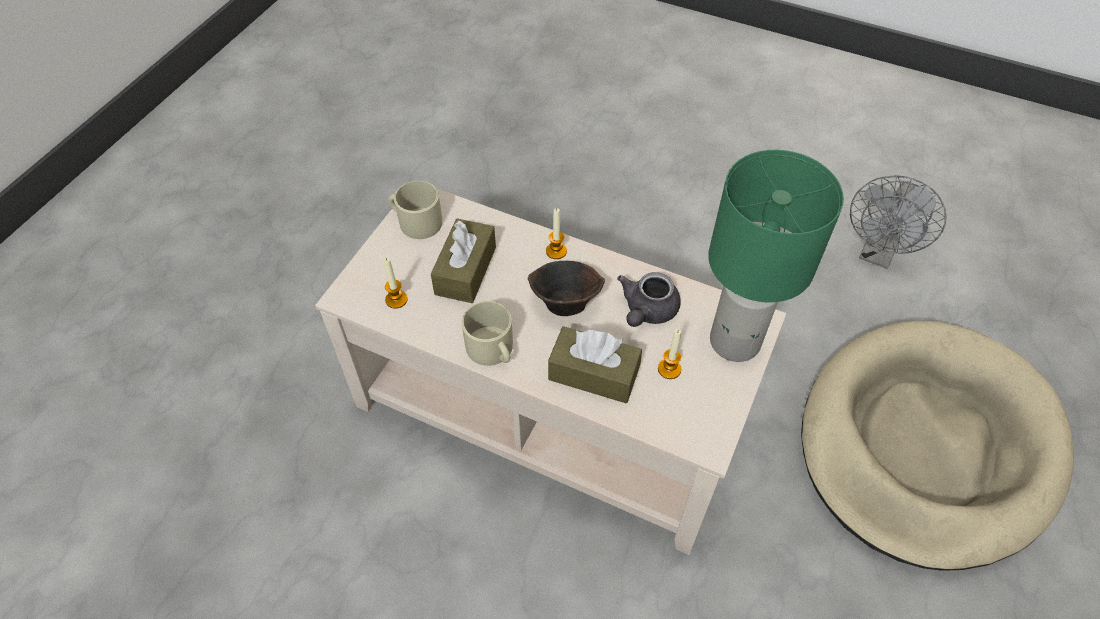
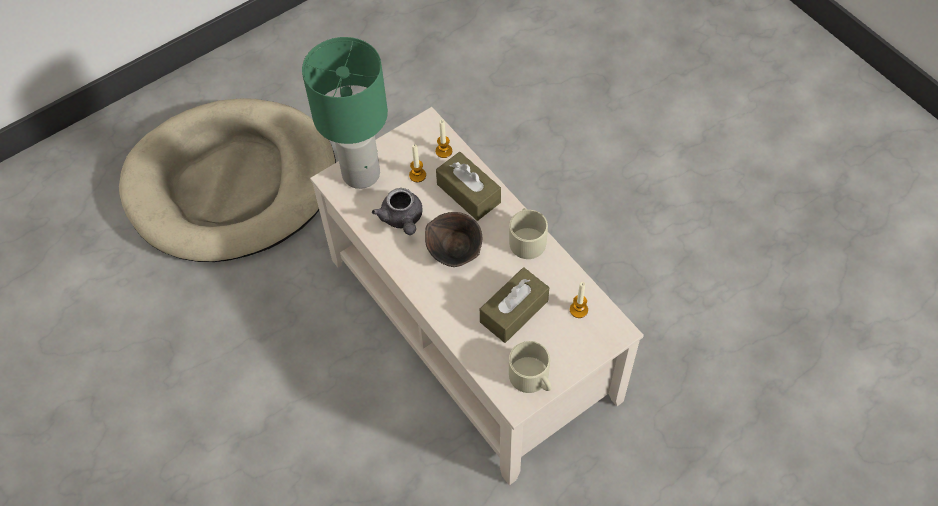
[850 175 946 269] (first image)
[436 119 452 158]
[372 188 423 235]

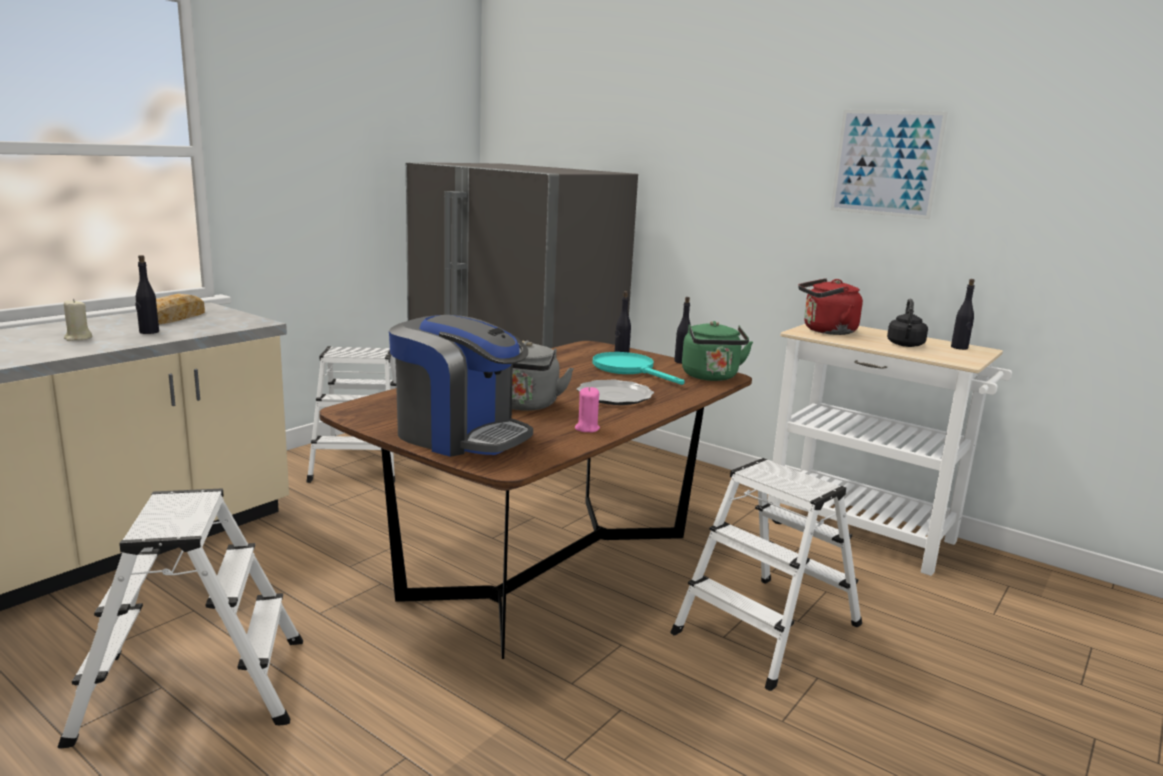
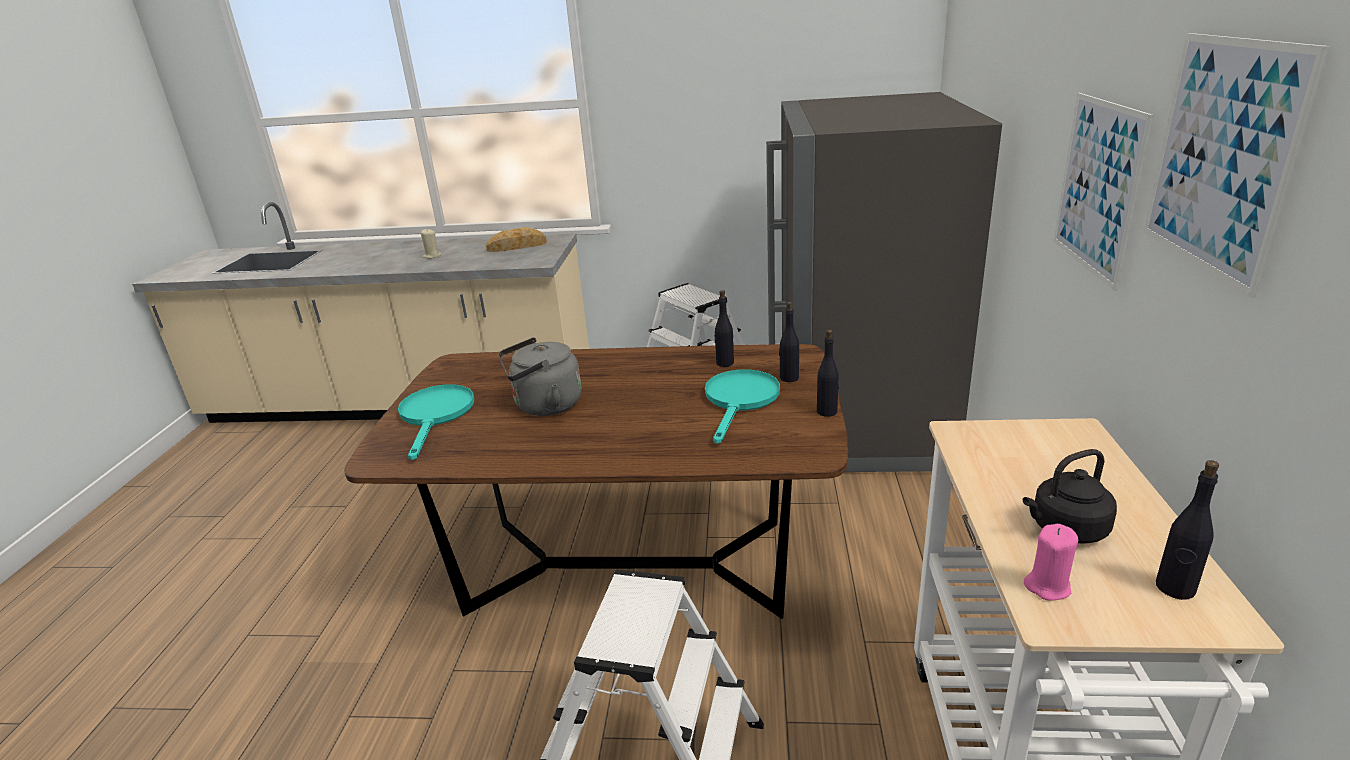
[714 290 734 367]
[798 278 863 335] (first image)
[398 384 474 460]
[682 321 753 381] (first image)
[577 379 654 405] (first image)
[1024 524 1078 601]
[58 488 303 748] (first image)
[1053 93 1153 291]

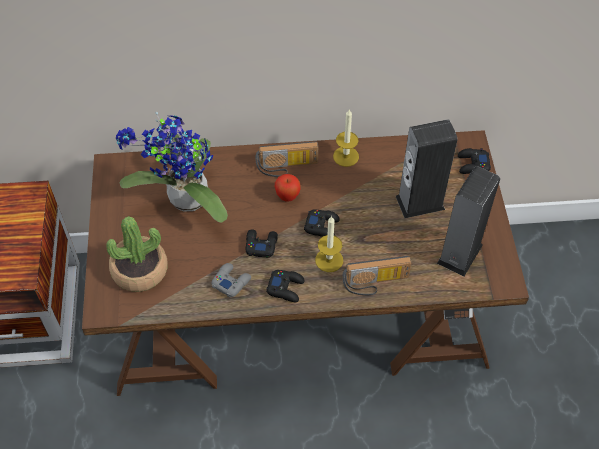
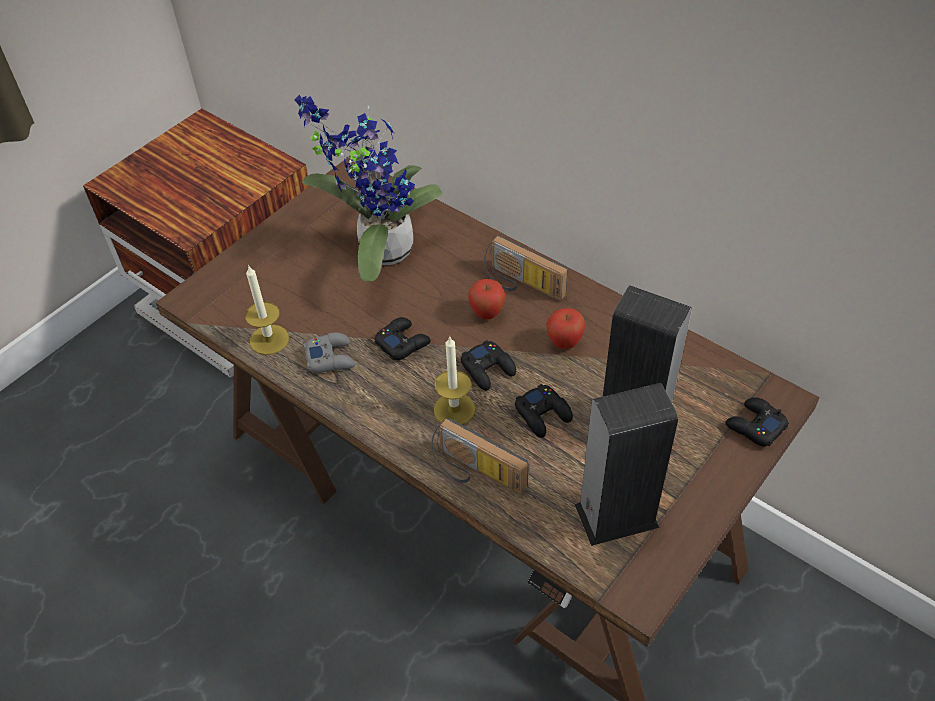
[245 265 289 355]
[106 216 168 292] (first image)
[515 384 573 438]
[546 308 585 349]

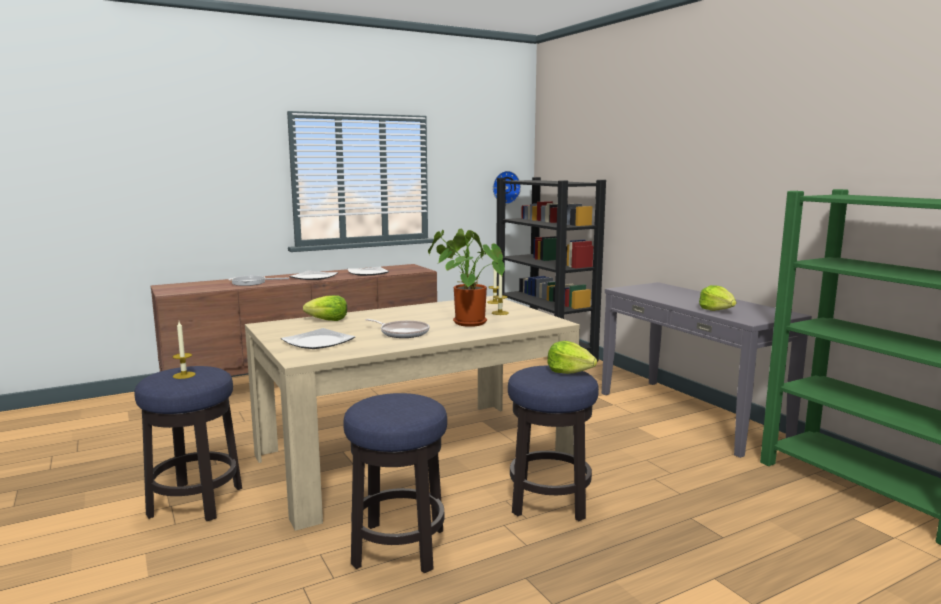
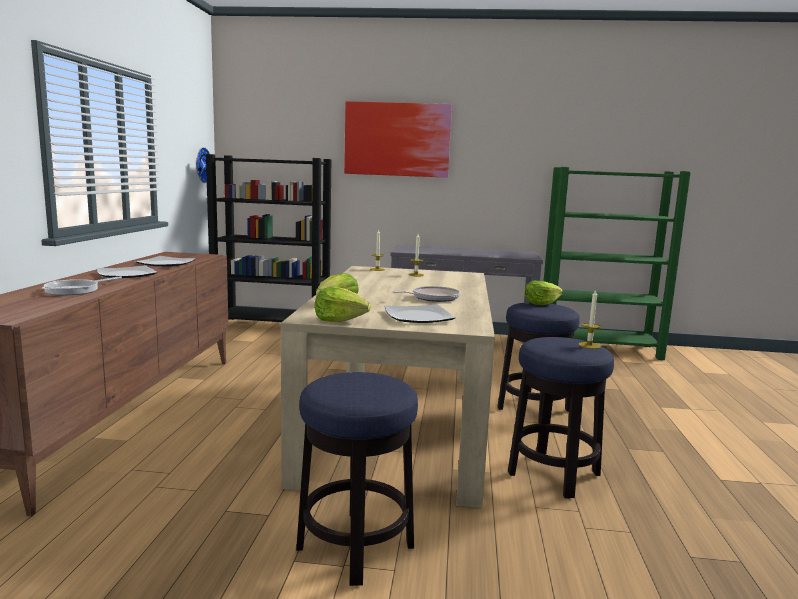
[428 229 505 327] (first image)
[315 287 371 322]
[578 289 601 349]
[344 101 452 178]

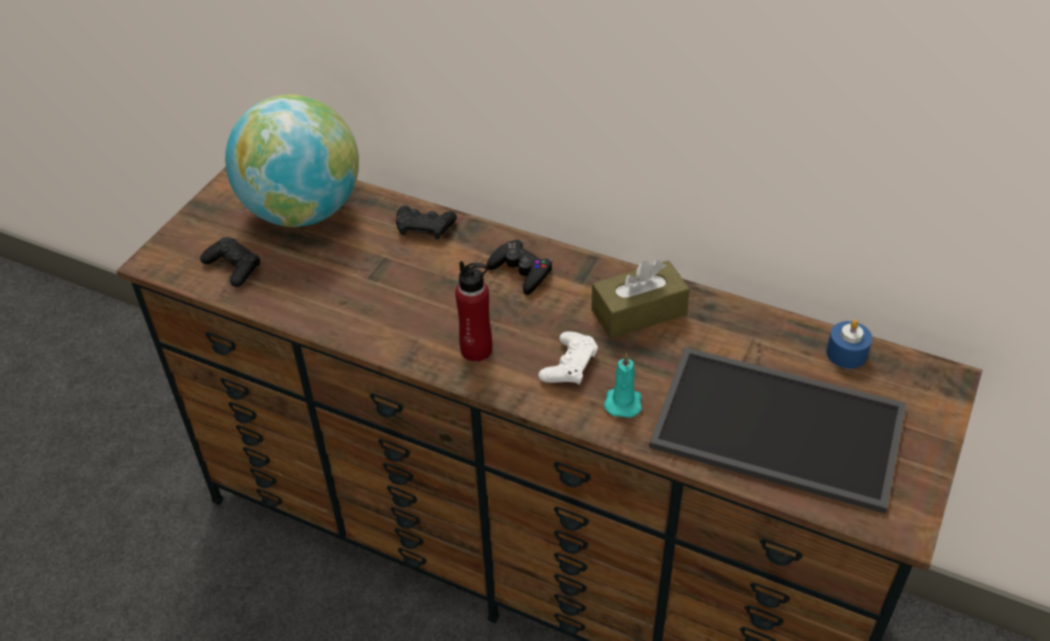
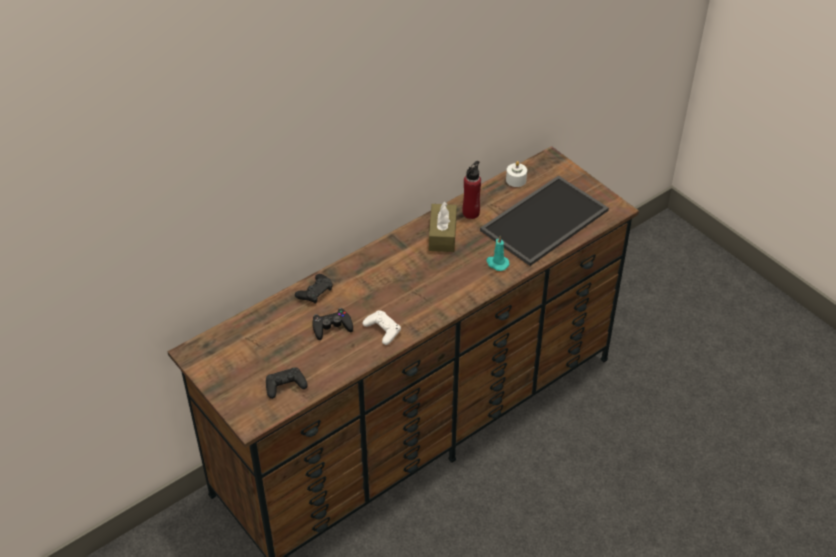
[225 95 359 227] (first image)
[312 308 353 340]
[463 161 481 219]
[506 161 527 187]
[362 310 401 345]

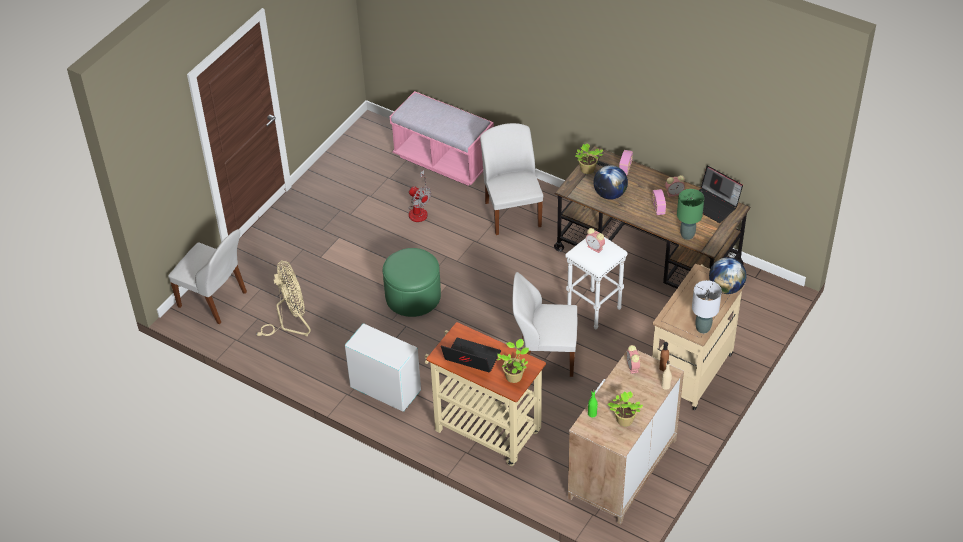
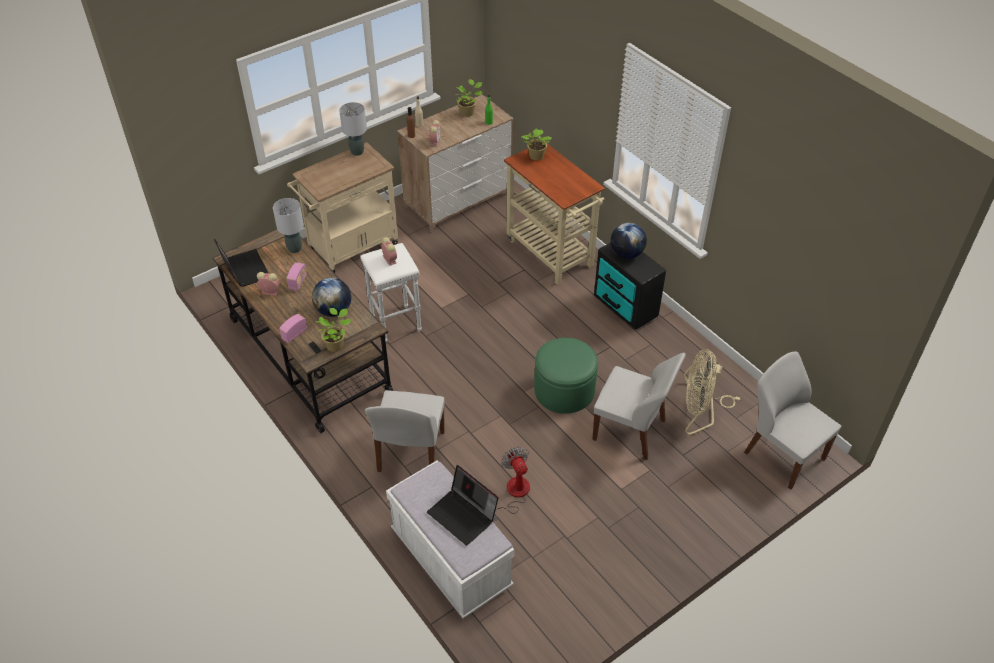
[386 460 514 619]
[273 198 304 253]
[610 223 647 259]
[592 353 685 460]
[594 243 666 330]
[427 465 499 546]

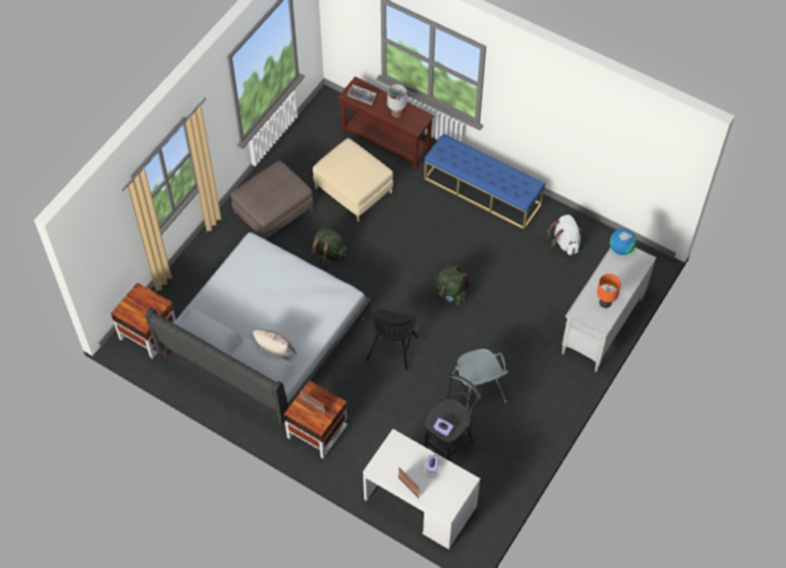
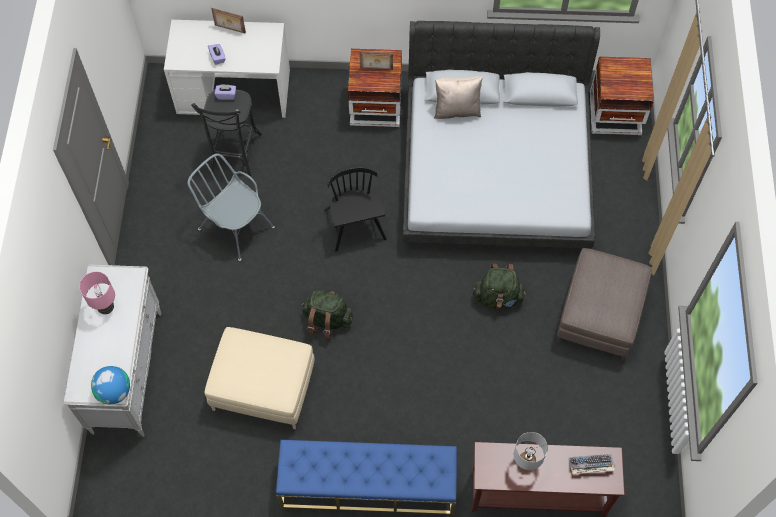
[204 327 315 429]
[547 215 582 255] (first image)
[79 272 115 314]

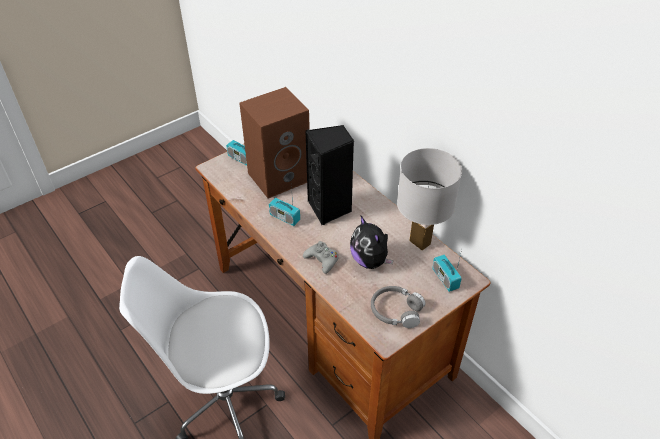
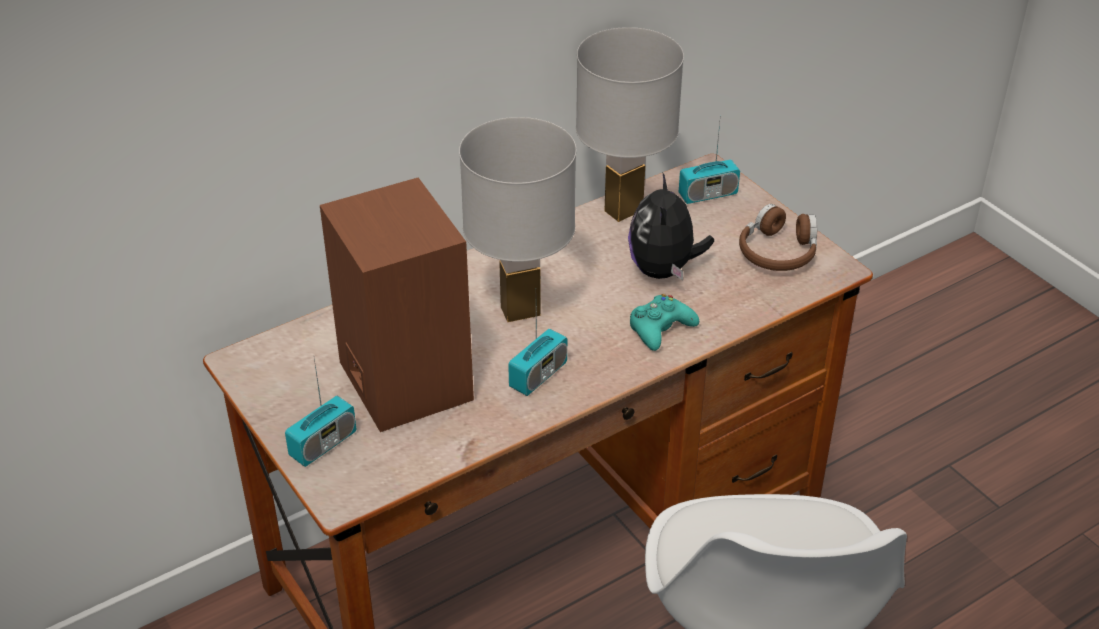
[459 117 576 322]
[628 173 714 280]
[630 294 699 351]
[739 204 817 271]

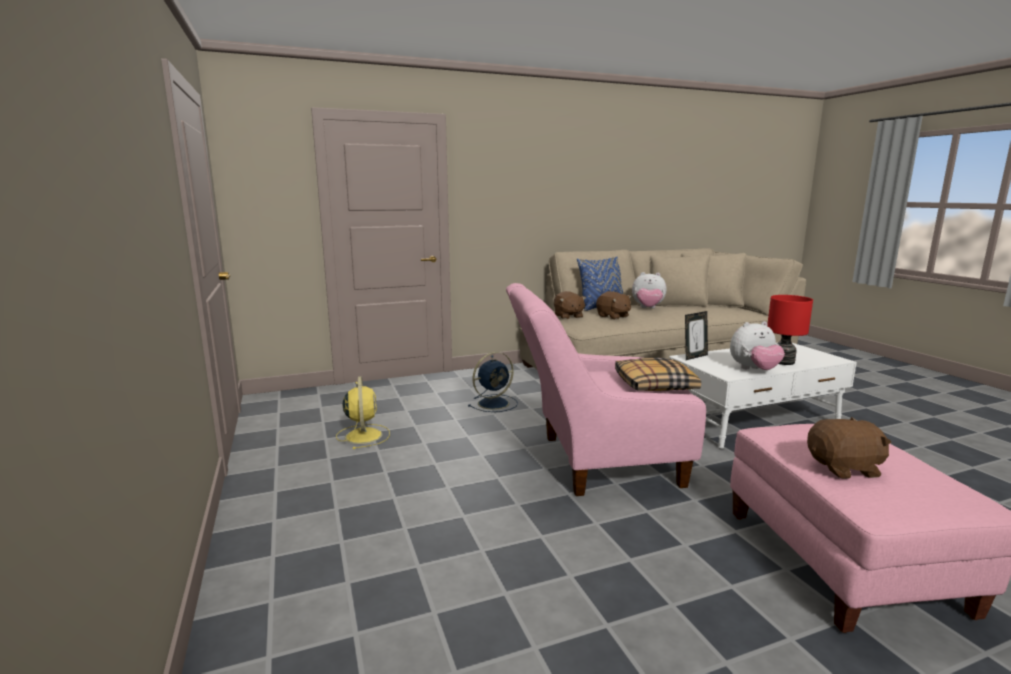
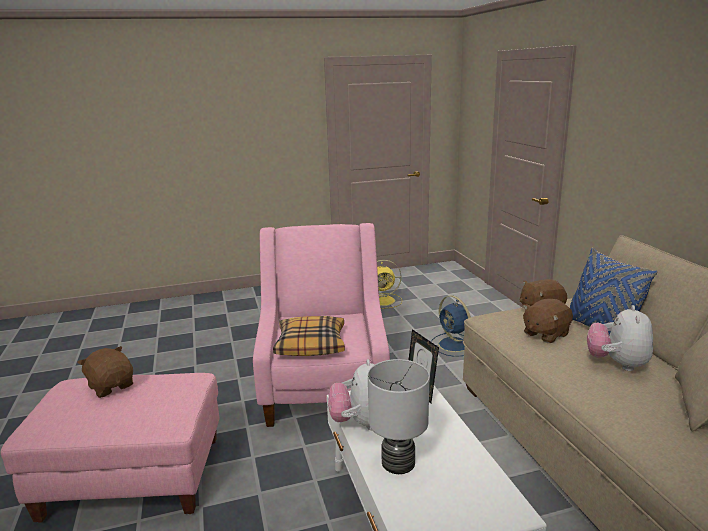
[368 359 429 474]
[77 346 133 398]

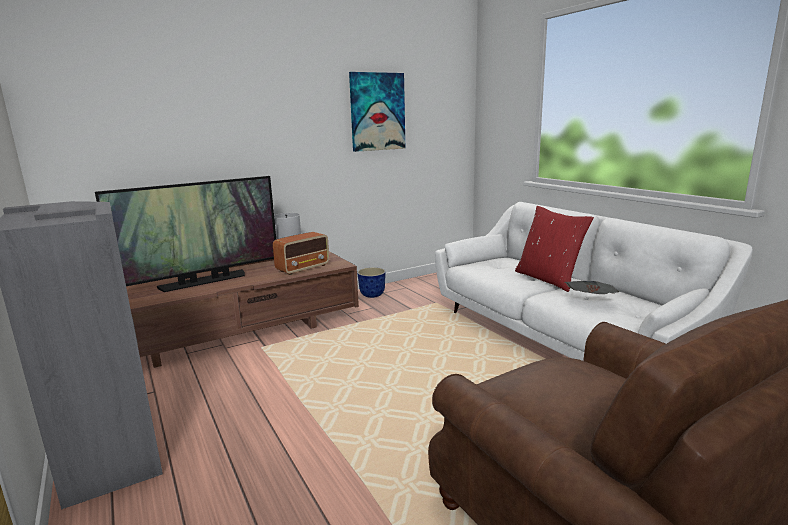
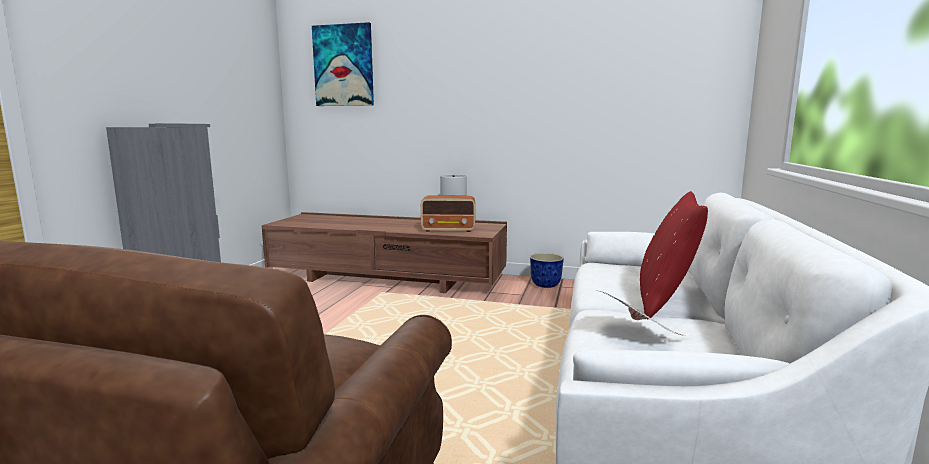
[312 22 374 106]
[95 176 276 292] (first image)

